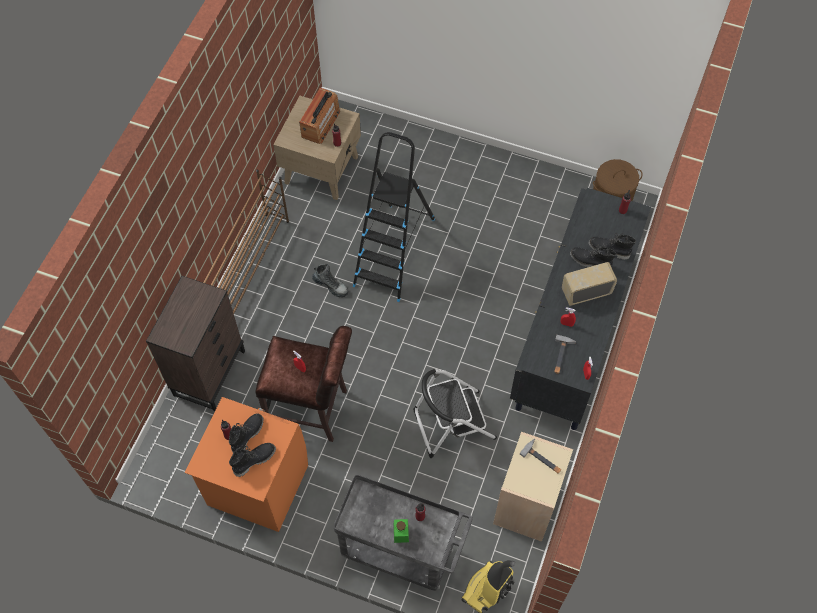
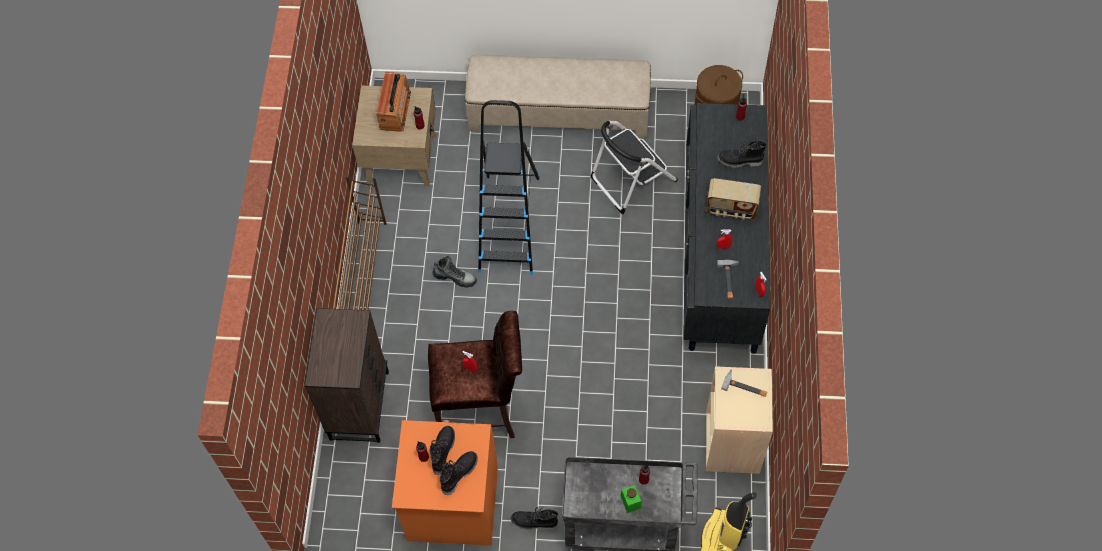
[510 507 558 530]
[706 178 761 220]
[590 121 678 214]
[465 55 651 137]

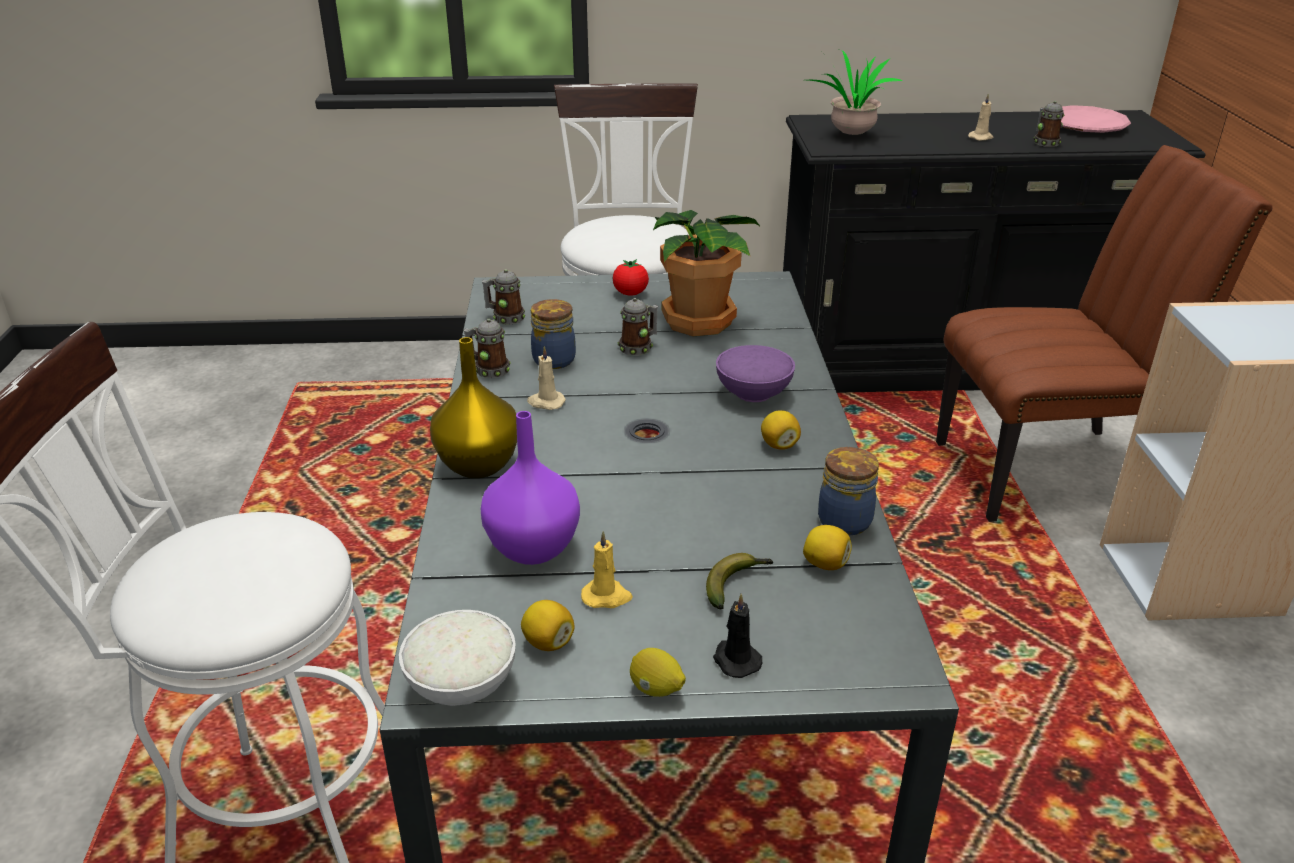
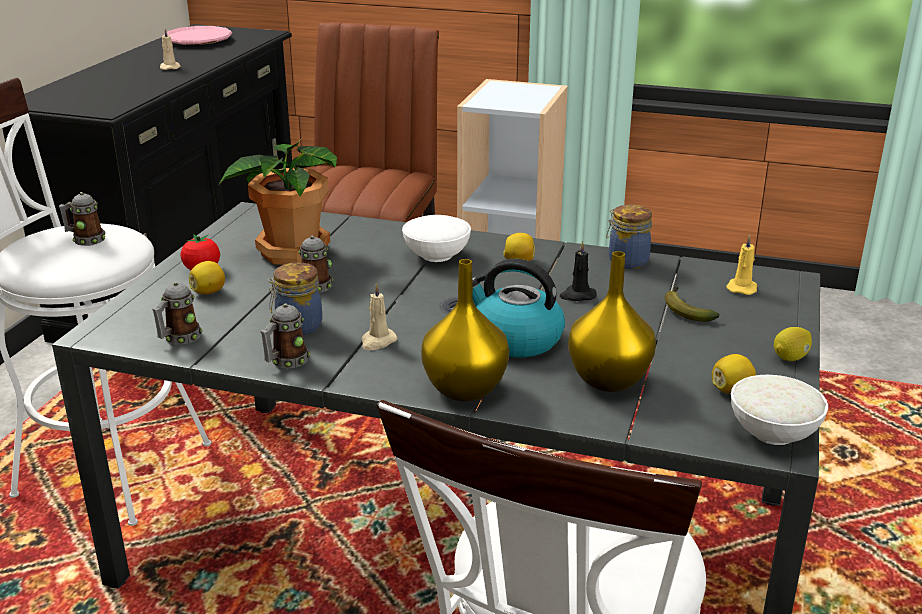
[808 50 903 135] (first image)
[59 192 106 246]
[402 215 471 262]
[568 251 656 392]
[189 261 225 295]
[726 235 757 295]
[560 241 597 301]
[472 259 565 357]

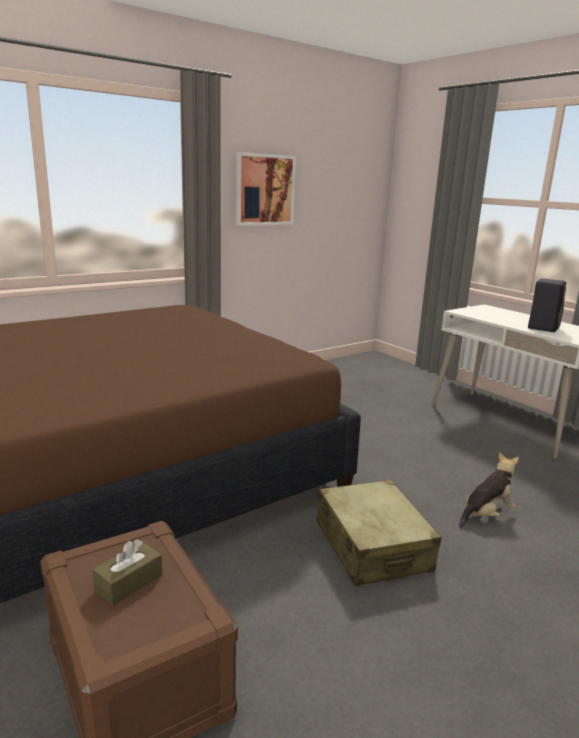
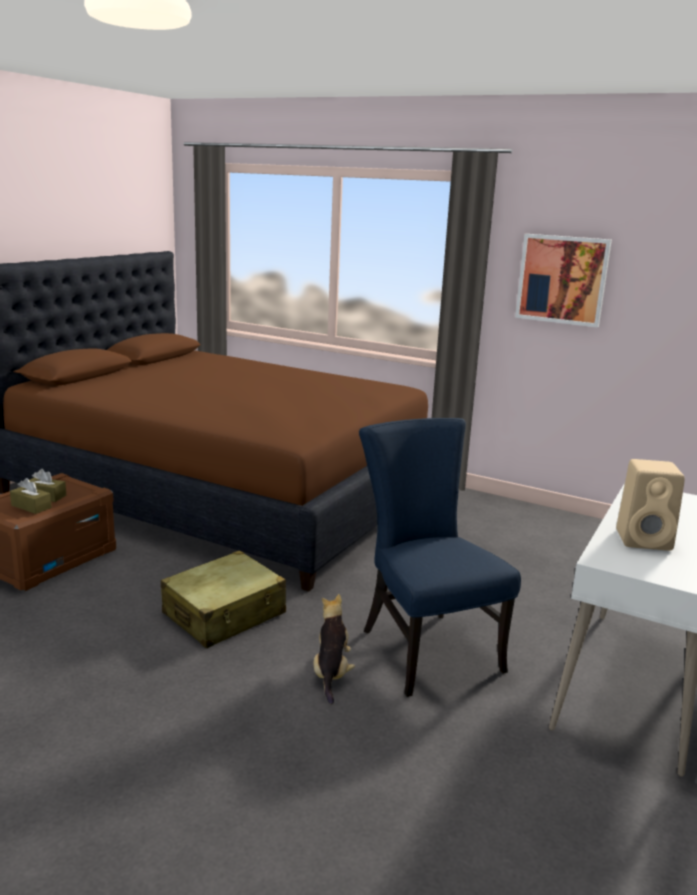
[616 459 685 551]
[314 594 355 705]
[359 418 521 697]
[10 478 52 514]

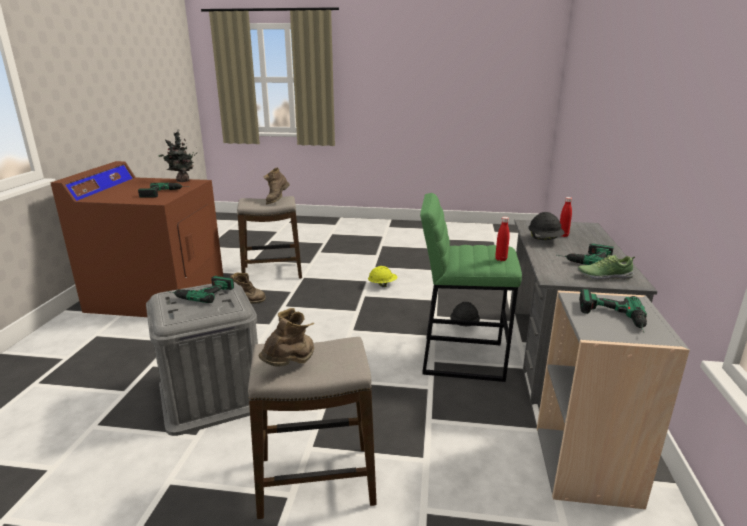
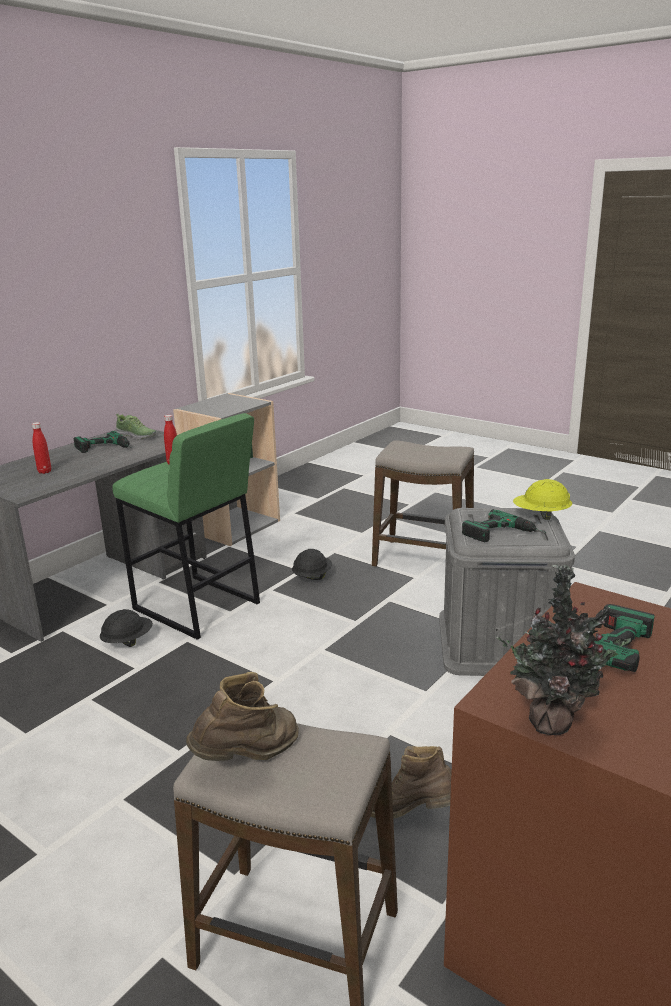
[292 549 332 580]
[513 479 572 520]
[579 289 647 333] (first image)
[258 308 314 367] (first image)

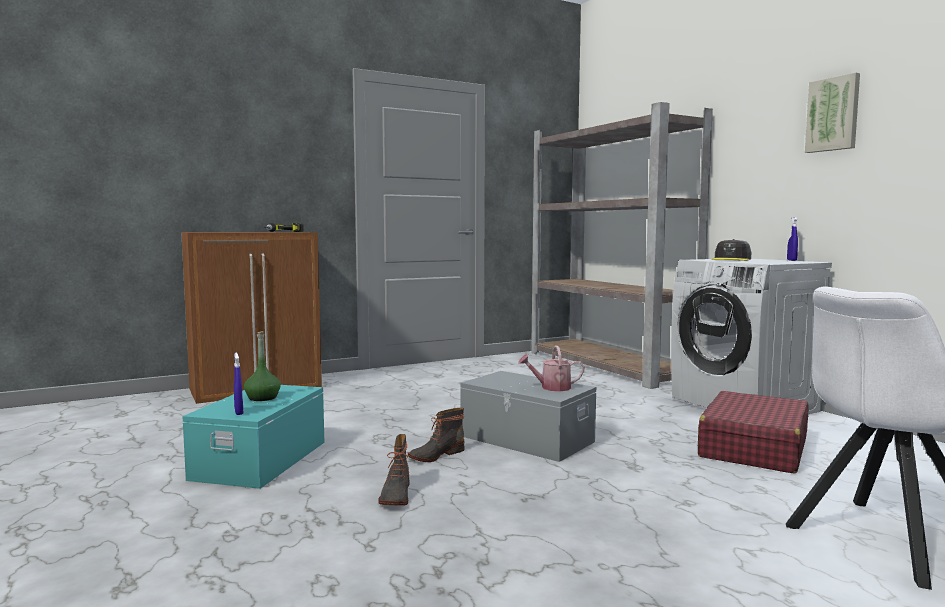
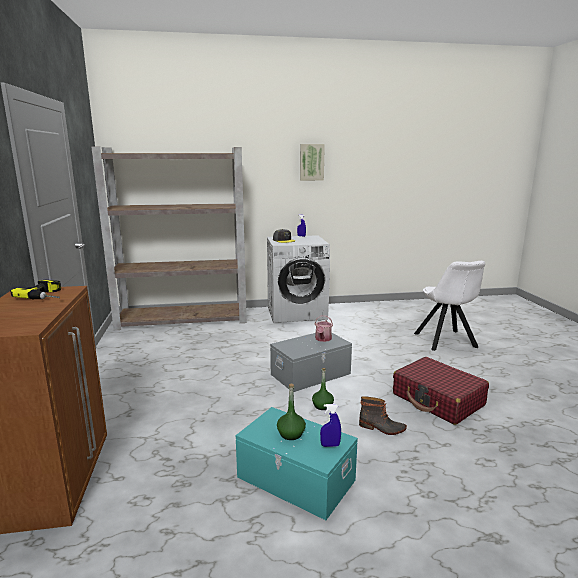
[393 357 489 425]
[312 368 334 410]

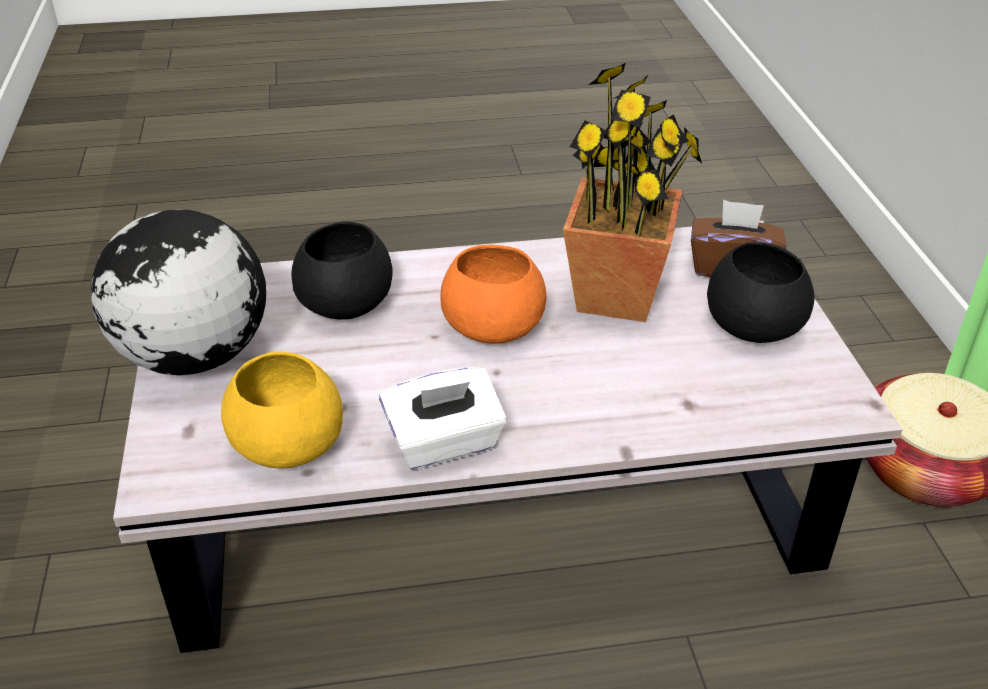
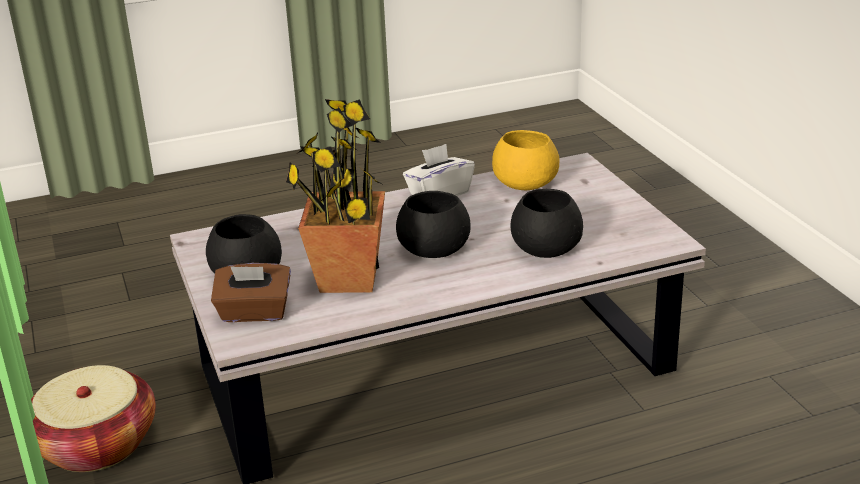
[91 209 266 375] (first image)
[396 191 471 258]

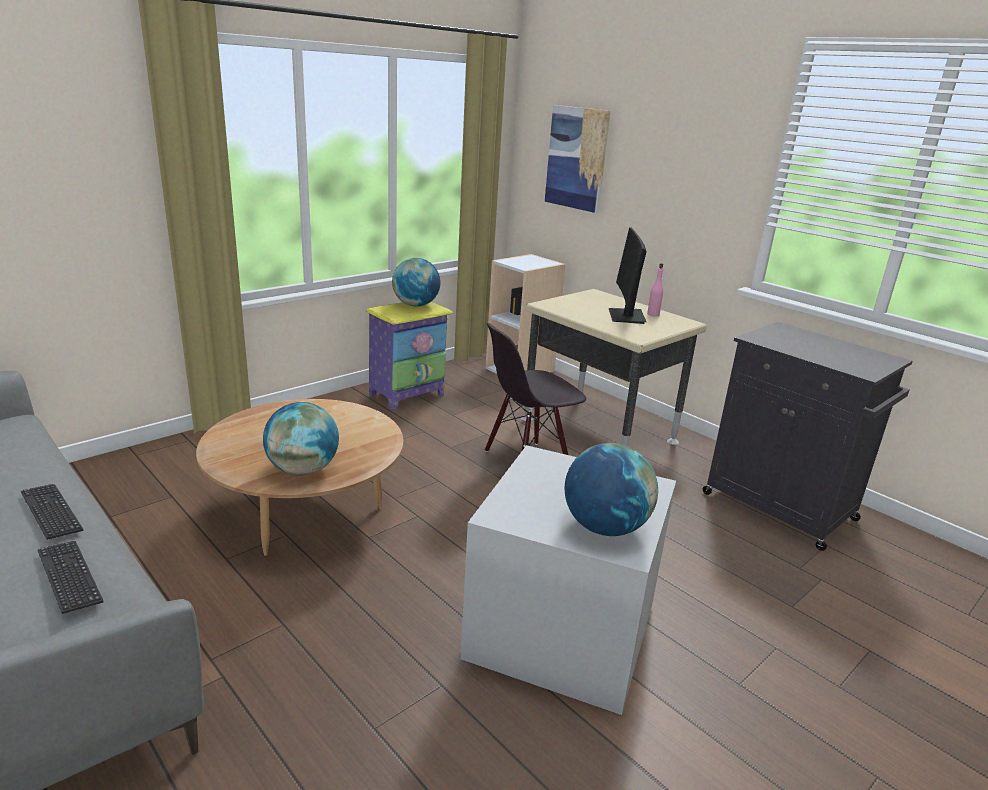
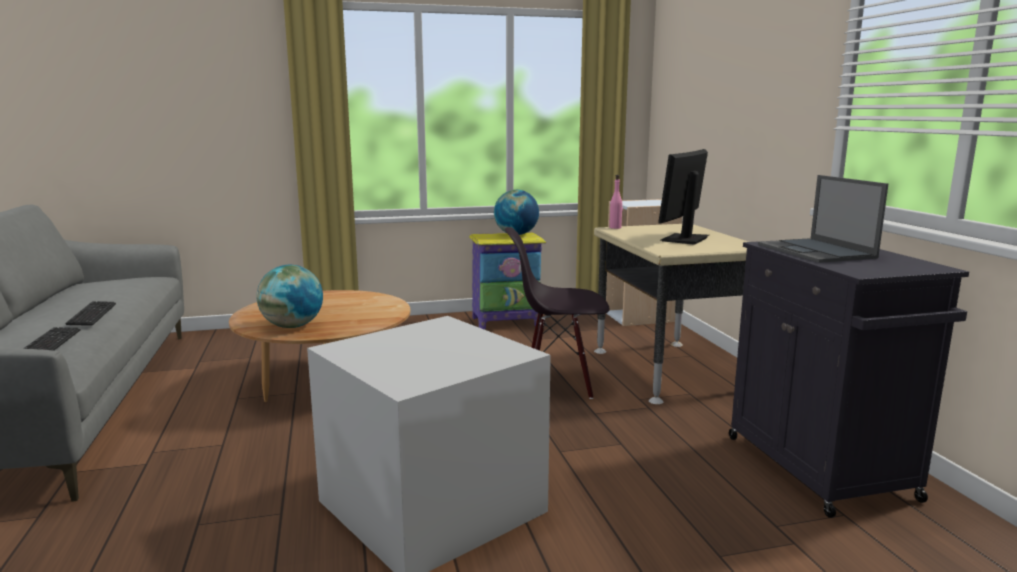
[545 105 611 213] (first image)
[609 175 623 229]
[565 443 658 536] (first image)
[758 175 888 263]

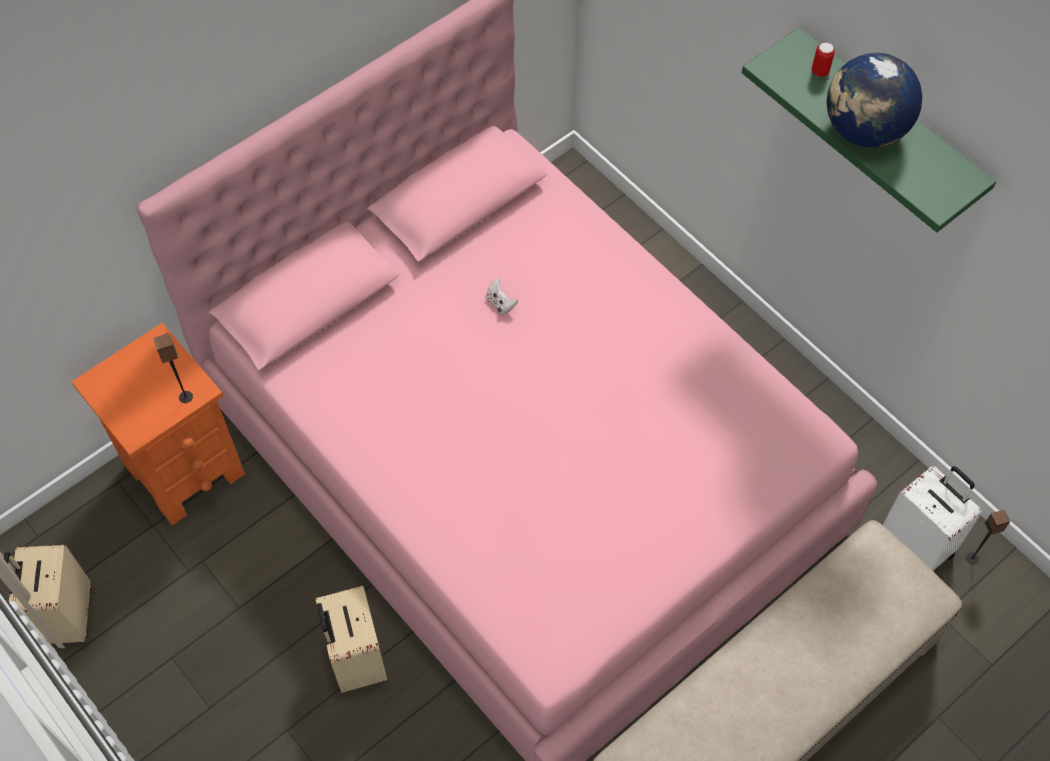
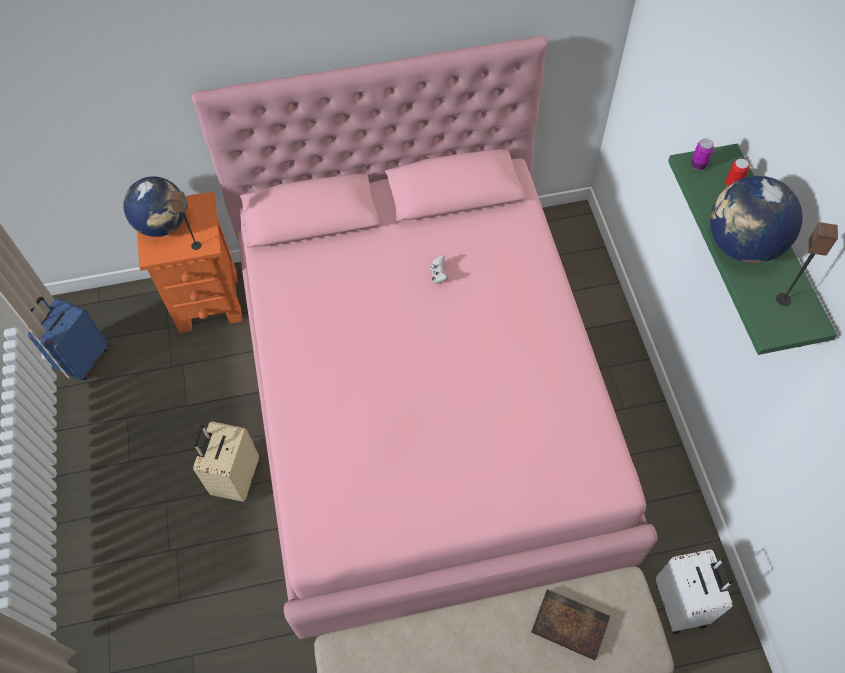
[776 222 838 306]
[28 297 110 380]
[691 138 714 170]
[123 177 186 237]
[531 589 610 660]

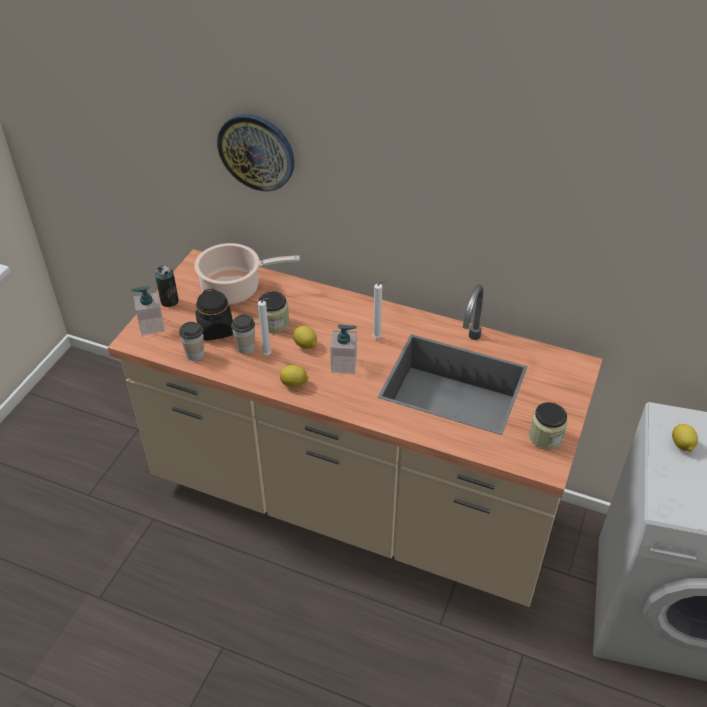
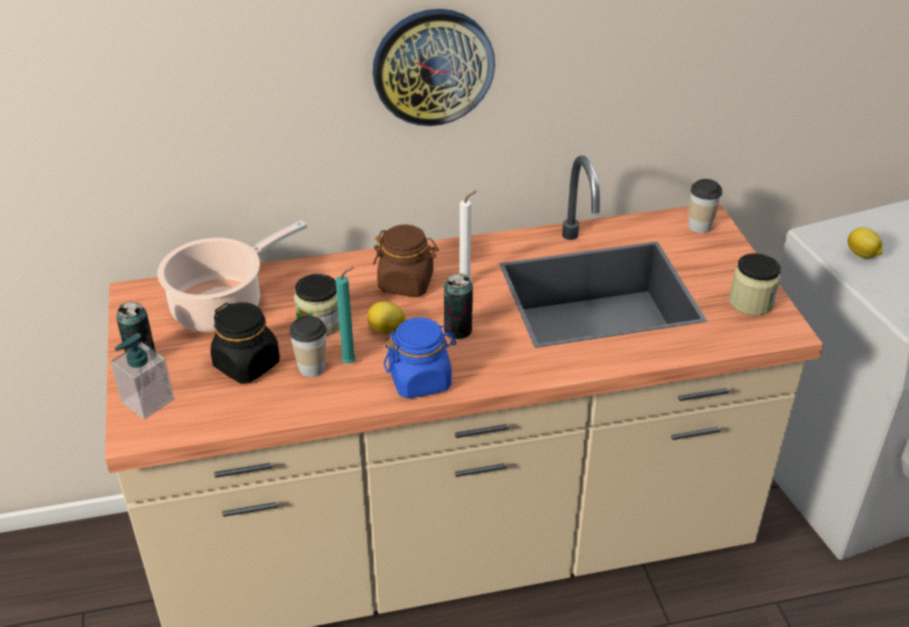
[373 9 495 126]
[336 267 356 363]
[688 179 722 233]
[443 273 473 339]
[384 317 457 398]
[373 224 439 296]

